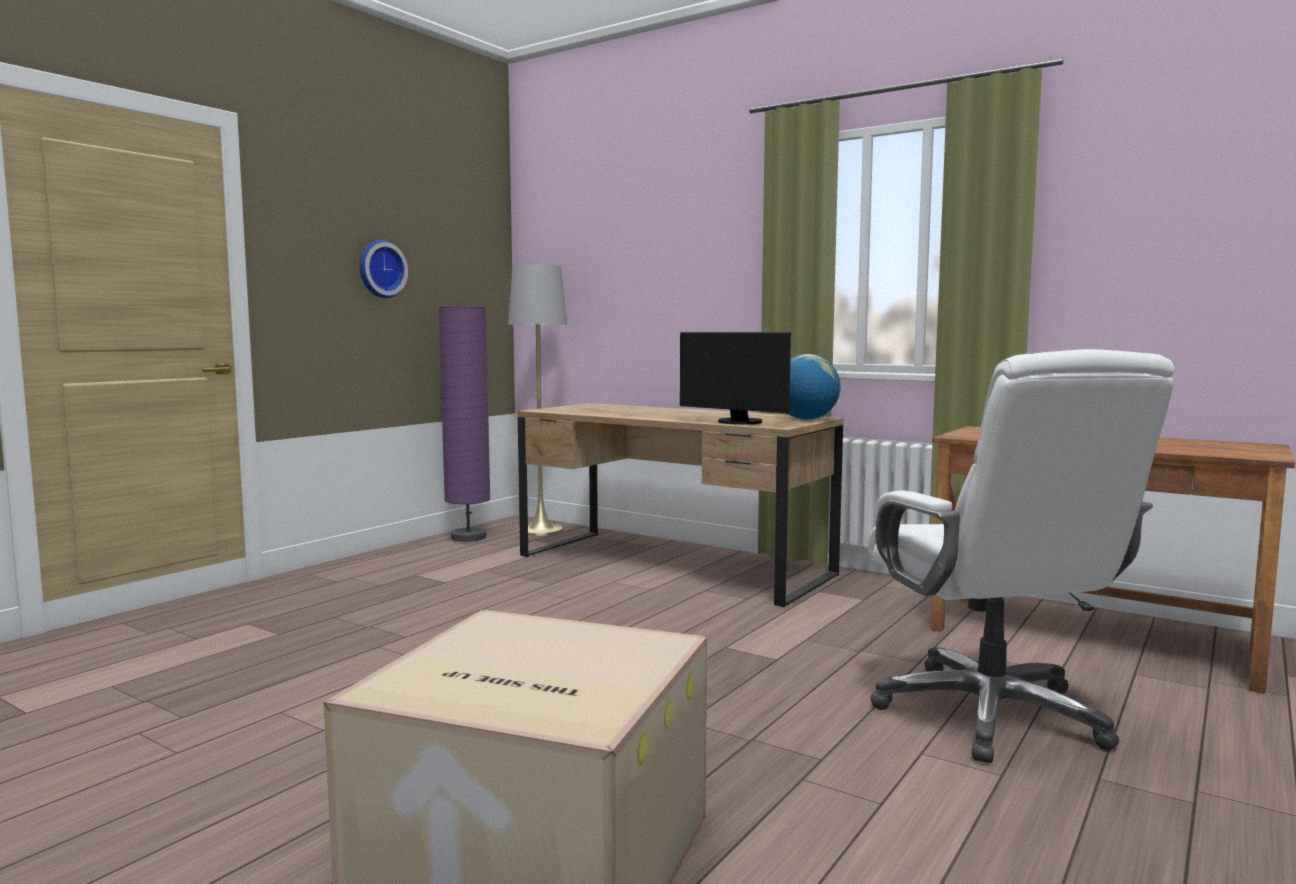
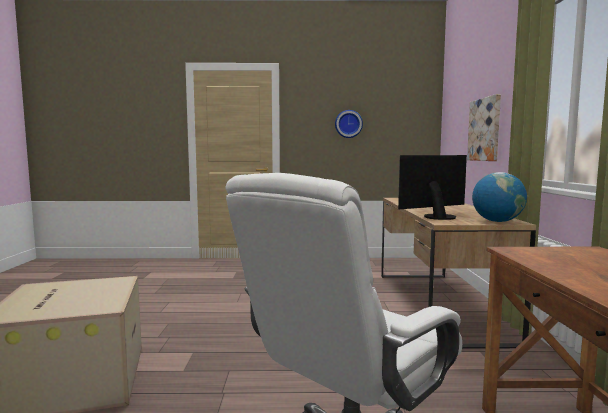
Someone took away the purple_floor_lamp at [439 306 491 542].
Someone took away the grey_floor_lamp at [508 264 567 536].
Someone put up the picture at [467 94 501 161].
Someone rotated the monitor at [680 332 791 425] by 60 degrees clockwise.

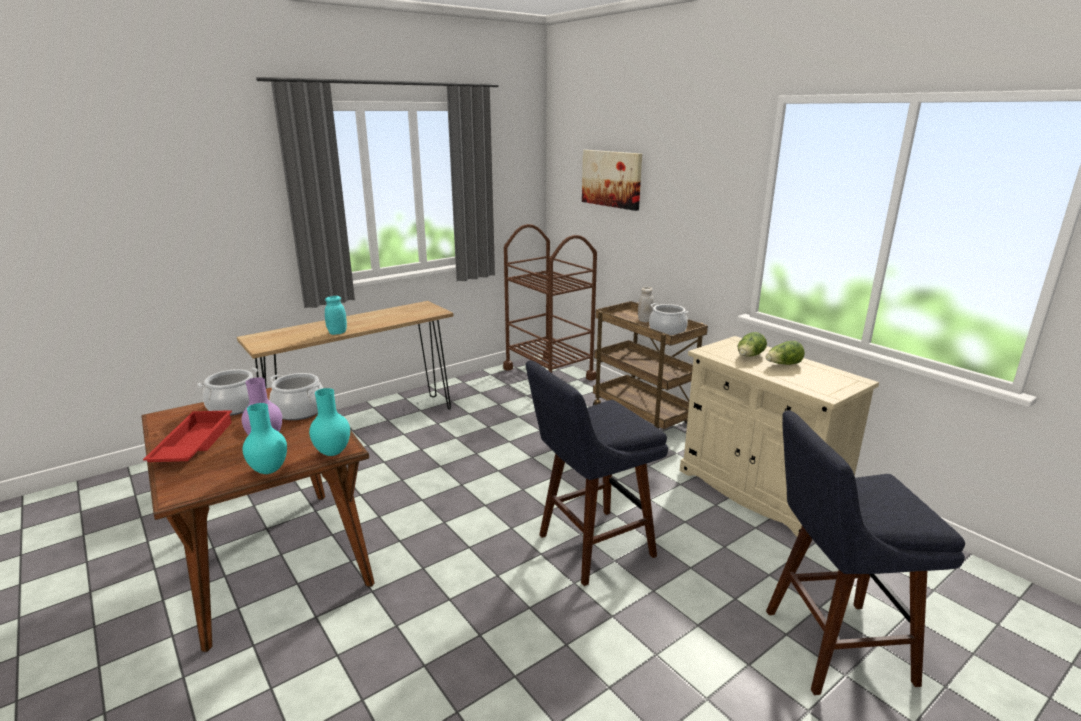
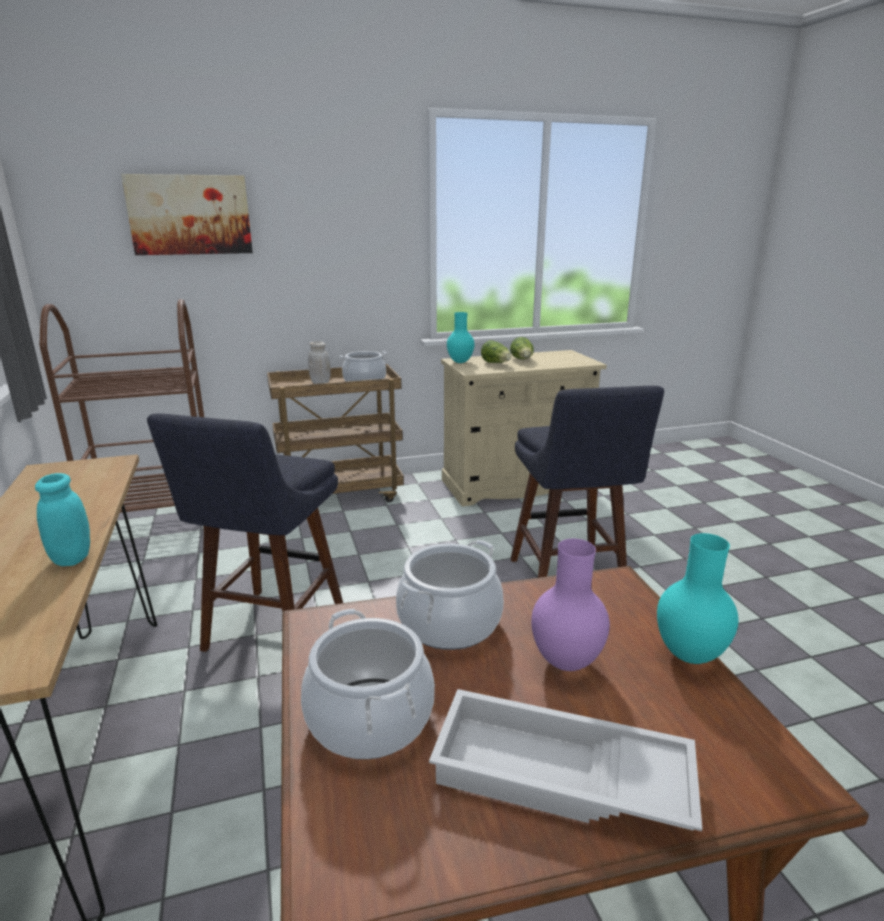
Someone carried the turquoise_vase from [309 388 350 456] to [447 312 474 363].
Someone carried the blue_stool from [766 410 965 695] to [147 413 343 652].
Someone repainted the red_tray at [143 410 232 462], which became the white_tray at [429 689 702 831].

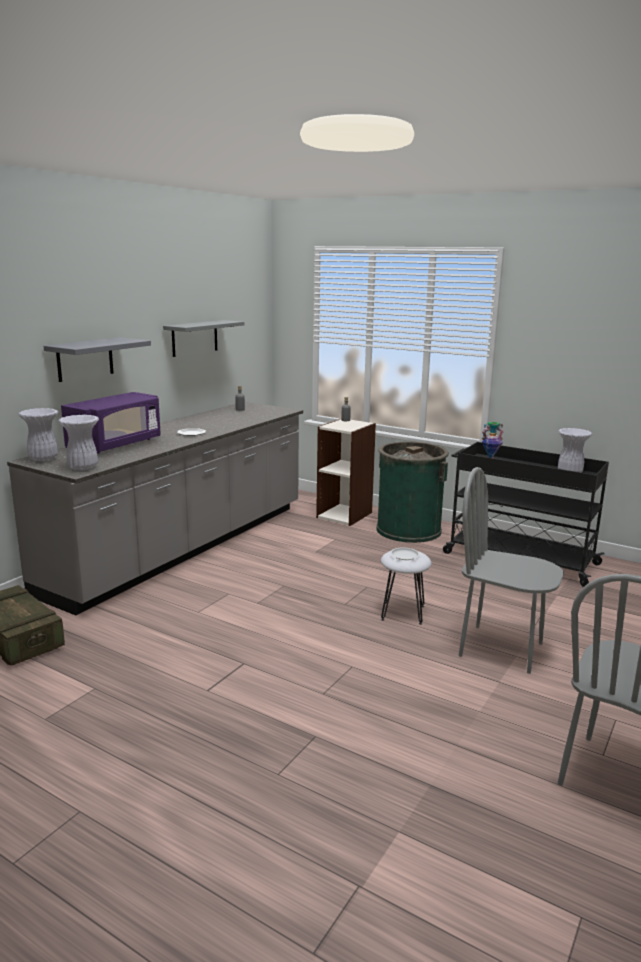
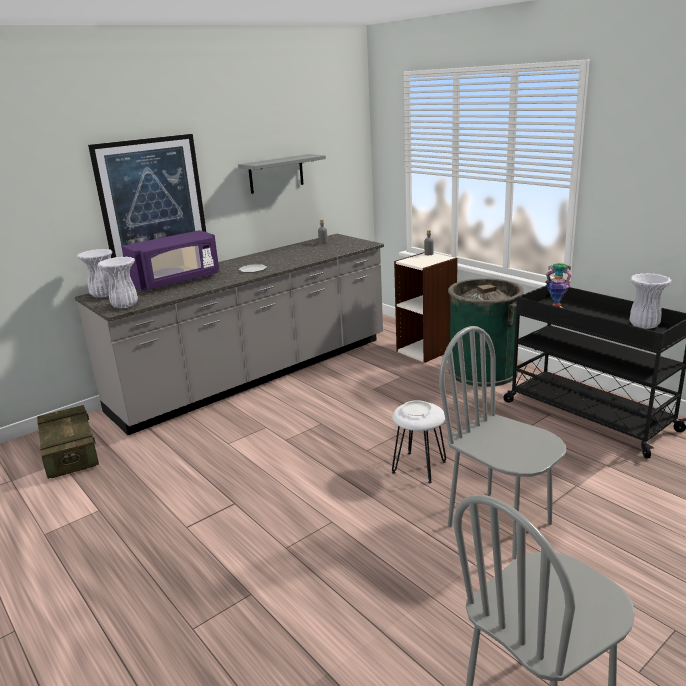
Someone swapped the grey_shelf at [43 338 151 382] for the picture at [88 134 206 258].

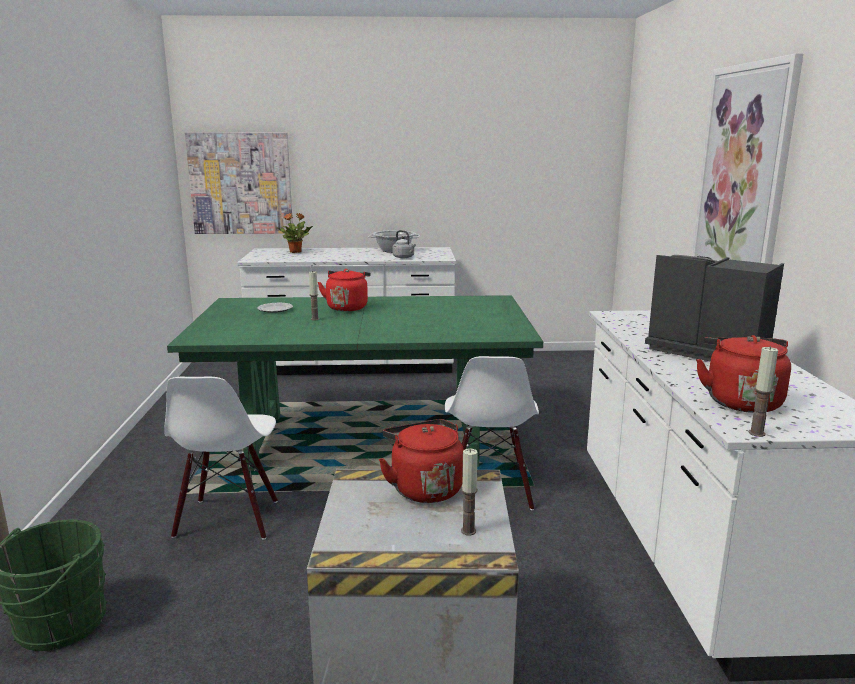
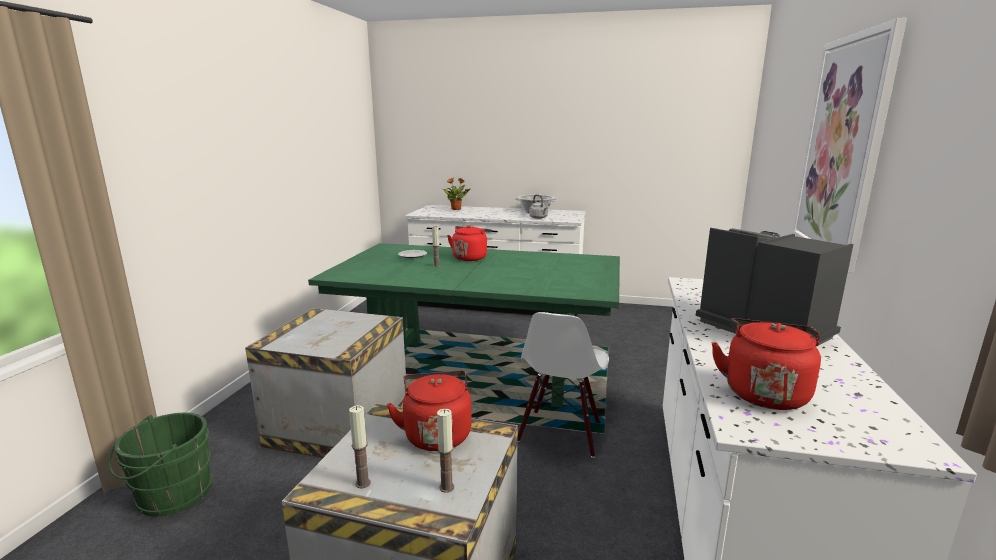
Someone took away the picture at [185 132 293 234].
Someone carried the candle from [749 346 778 437] to [349 405 371 488].
Someone swapped the white_chair at [164 377 278 540] for the crate at [245 308 407 459].

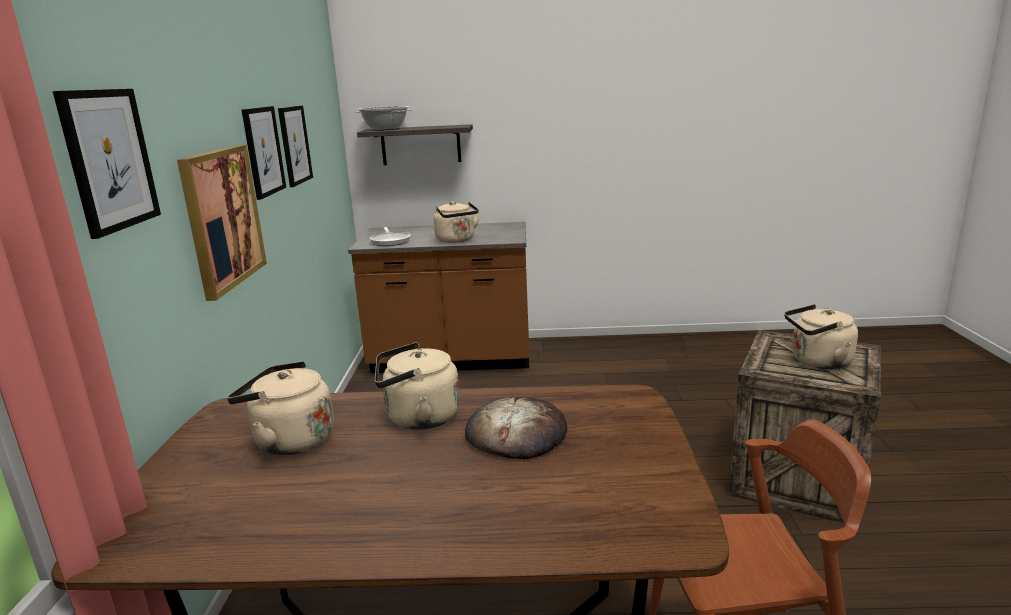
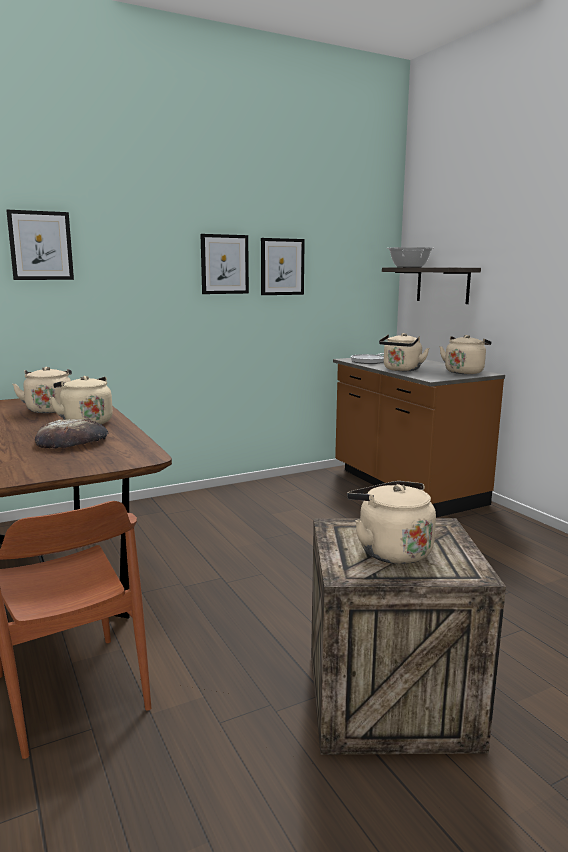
Someone took away the picture at [177 145 267 301].
Someone put down the beige_kettle at [439 335 491 374].

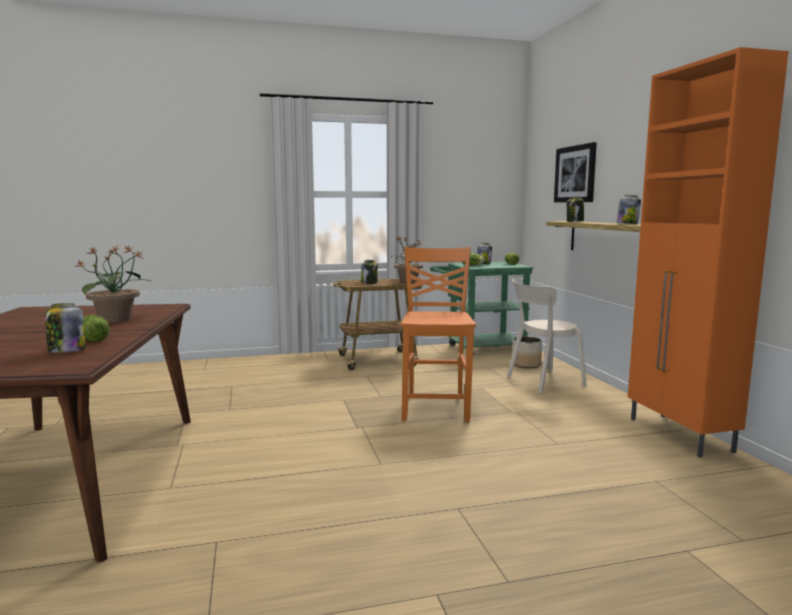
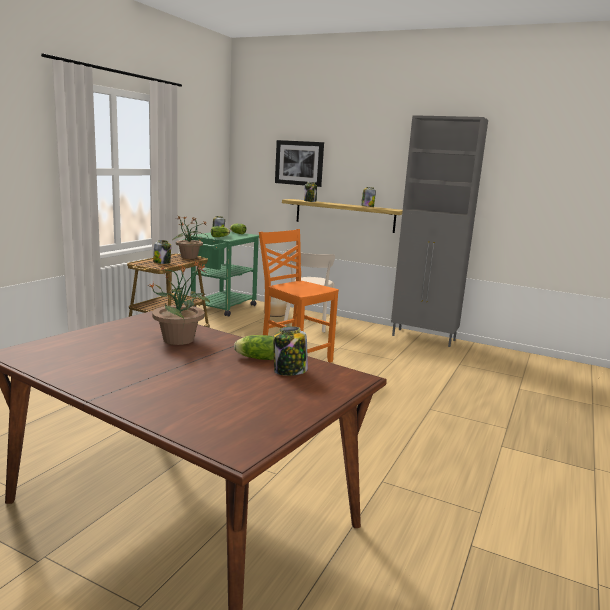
Someone repainted the orange_cabinet at [628 47 789 457], which became the grey_cabinet at [391 115 488 347].

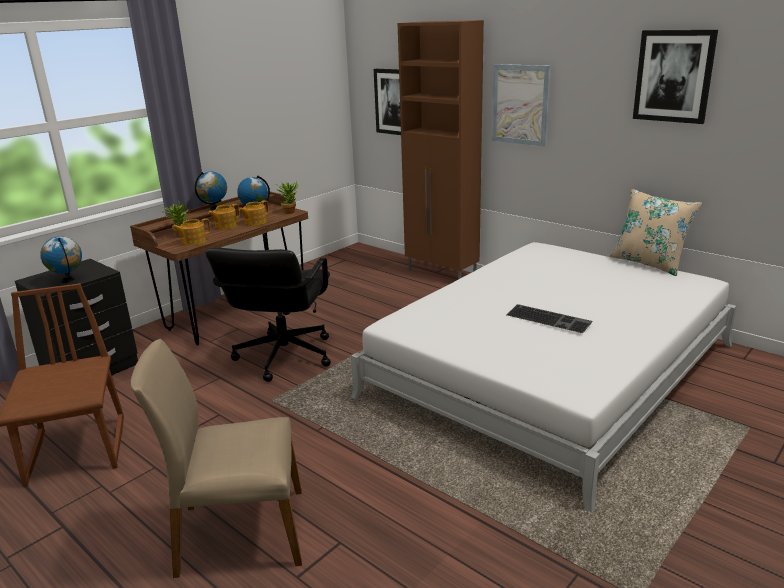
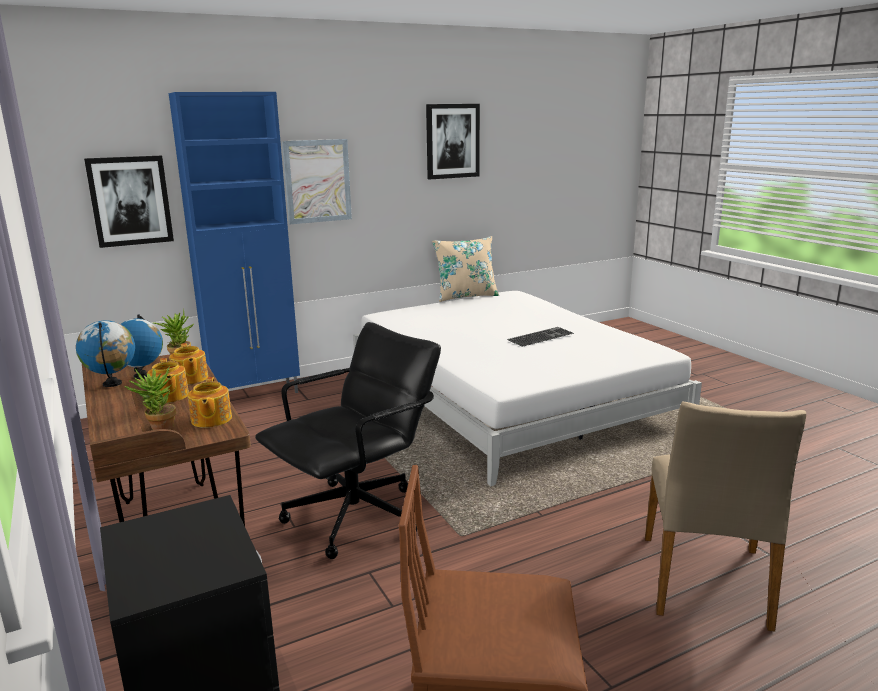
Someone took away the globe at [40 236 82 283].
Someone repainted the brown_cabinet at [398 20 484 279], which became the blue_cabinet at [169 92 300 393].
Someone rotated the black_office_chair at [205 248 331 382] by 75 degrees counterclockwise.

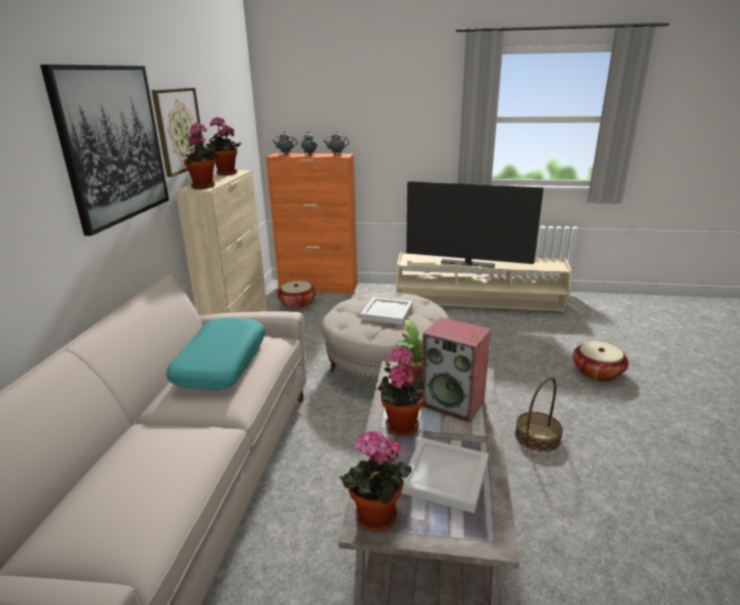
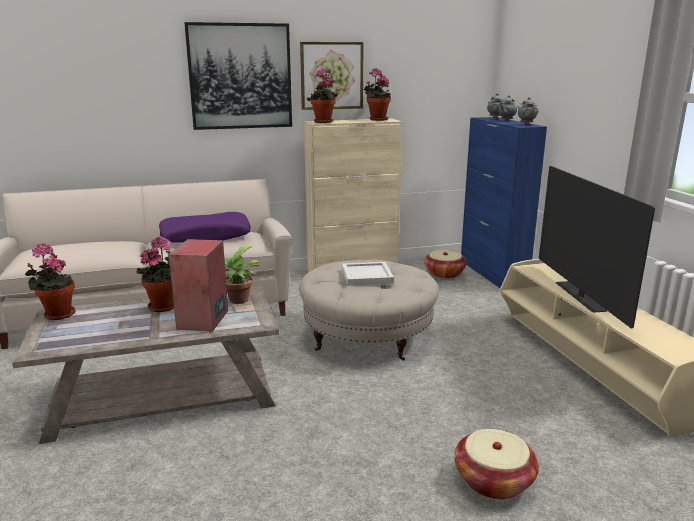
Someone took away the white_tray at [401 438 489 514].
Someone took away the basket at [515 377 563 452].
Someone repainted the turquoise_pillow at [166 317 266 390], which became the purple_pillow at [159 212 251 242].
Someone repainted the orange_cabinet at [266 153 358 293], which became the blue_cabinet at [461 117 547 288].

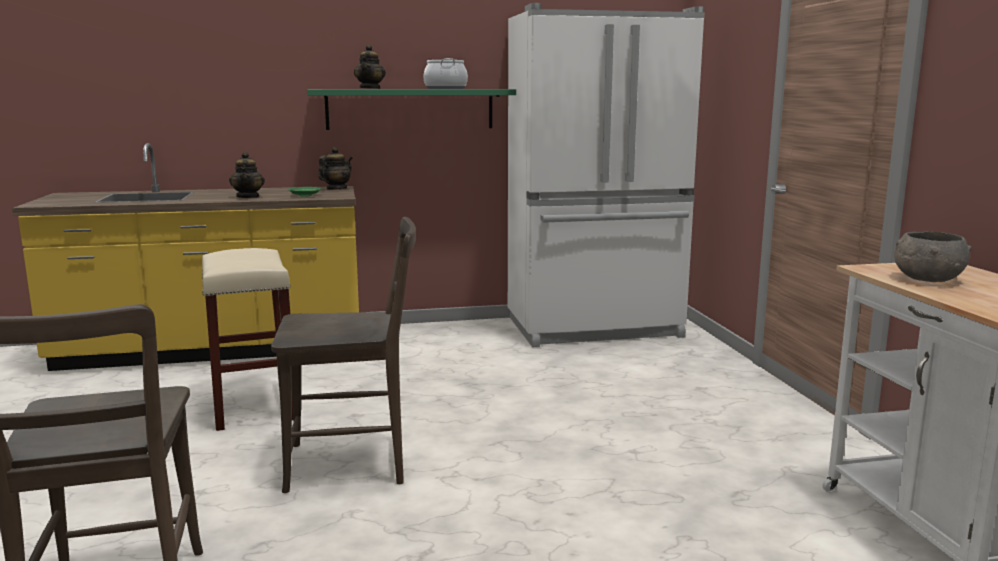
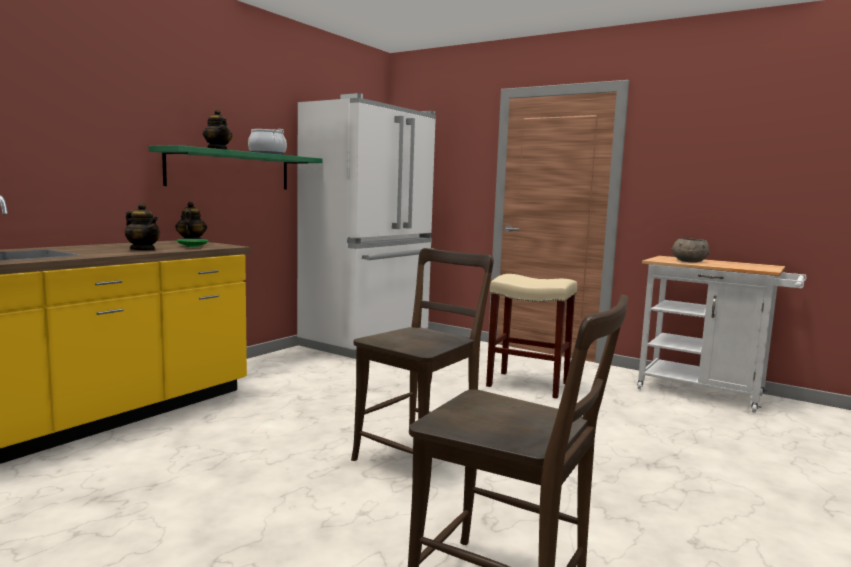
Someone carried the beige_stool from [202 248 293 431] to [486 274 577 399].

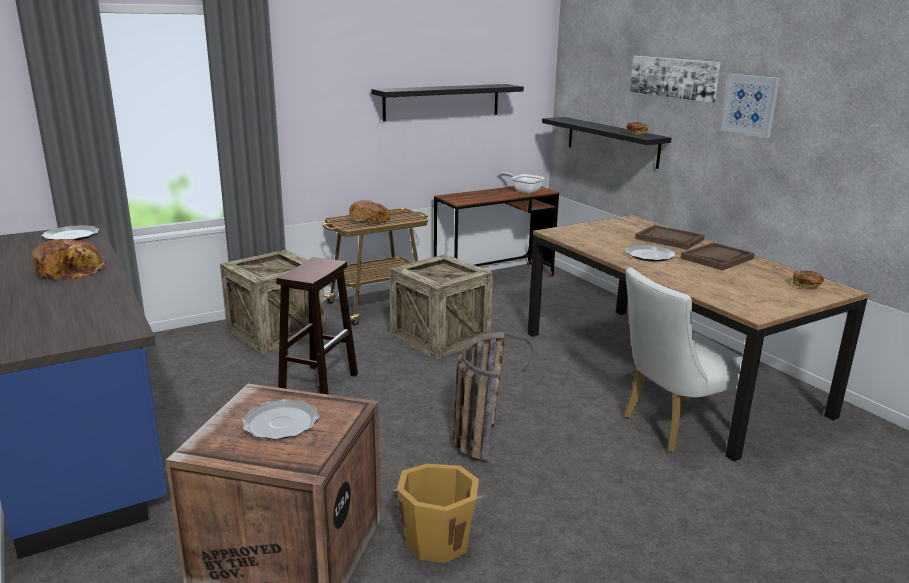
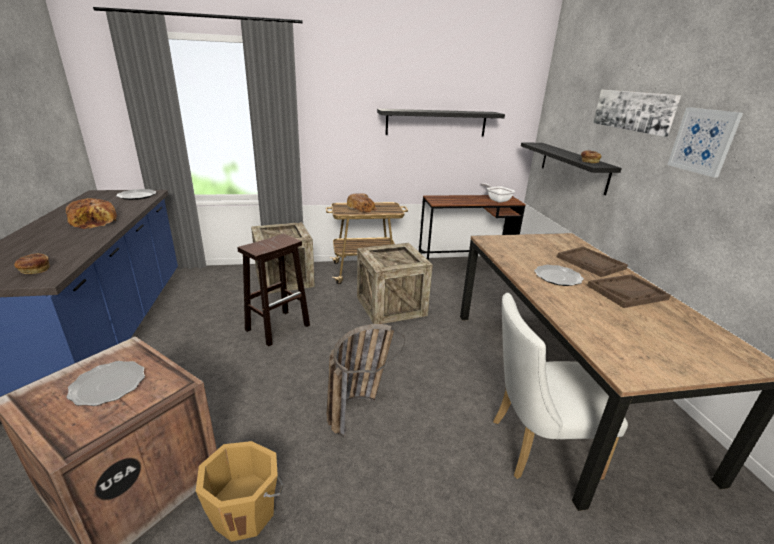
Someone carried the bread from [793 271 824 290] to [14 253 50 274].

